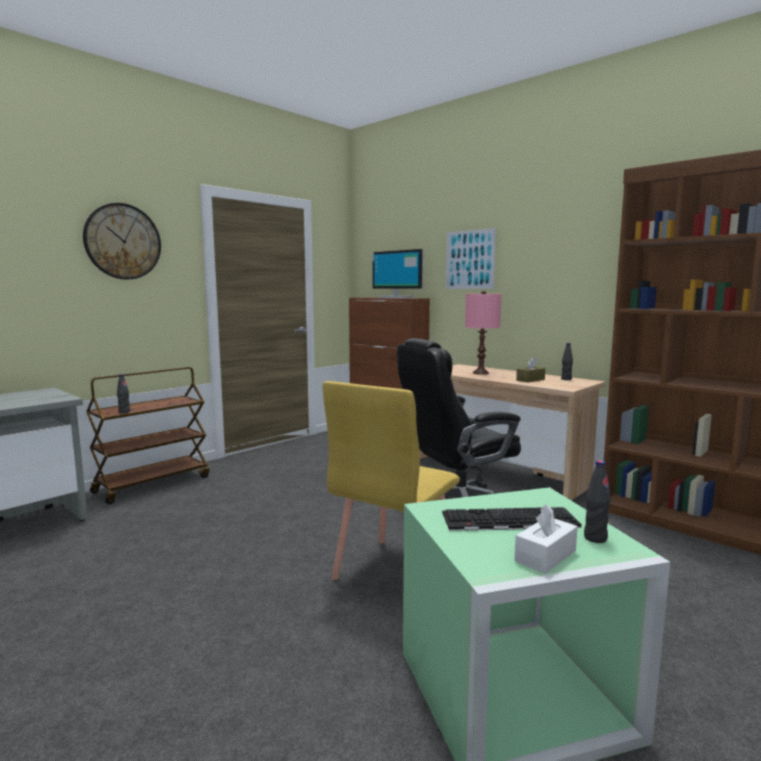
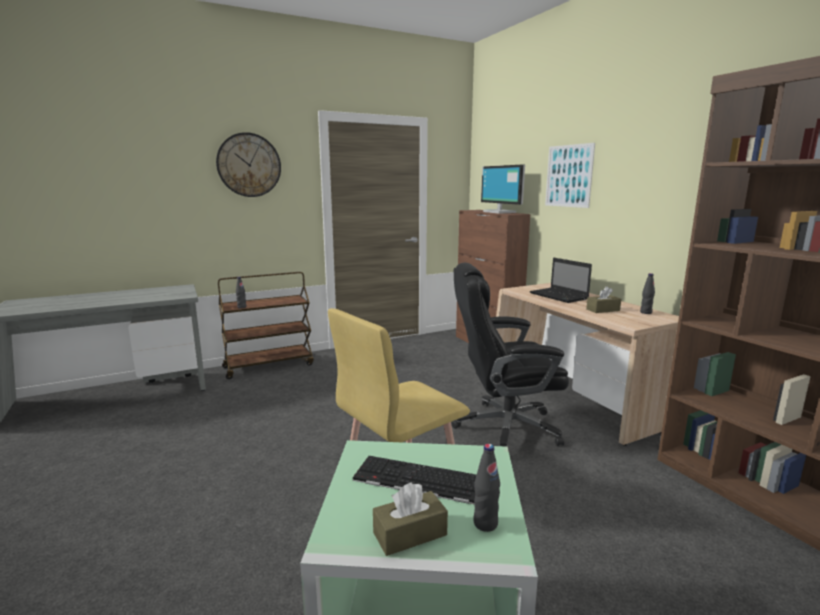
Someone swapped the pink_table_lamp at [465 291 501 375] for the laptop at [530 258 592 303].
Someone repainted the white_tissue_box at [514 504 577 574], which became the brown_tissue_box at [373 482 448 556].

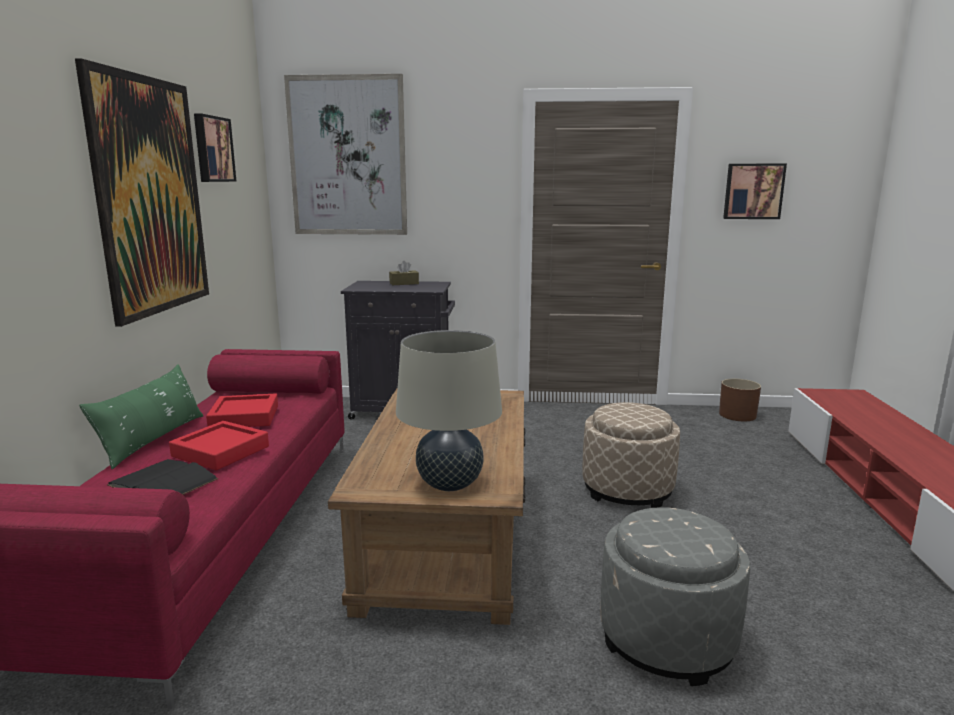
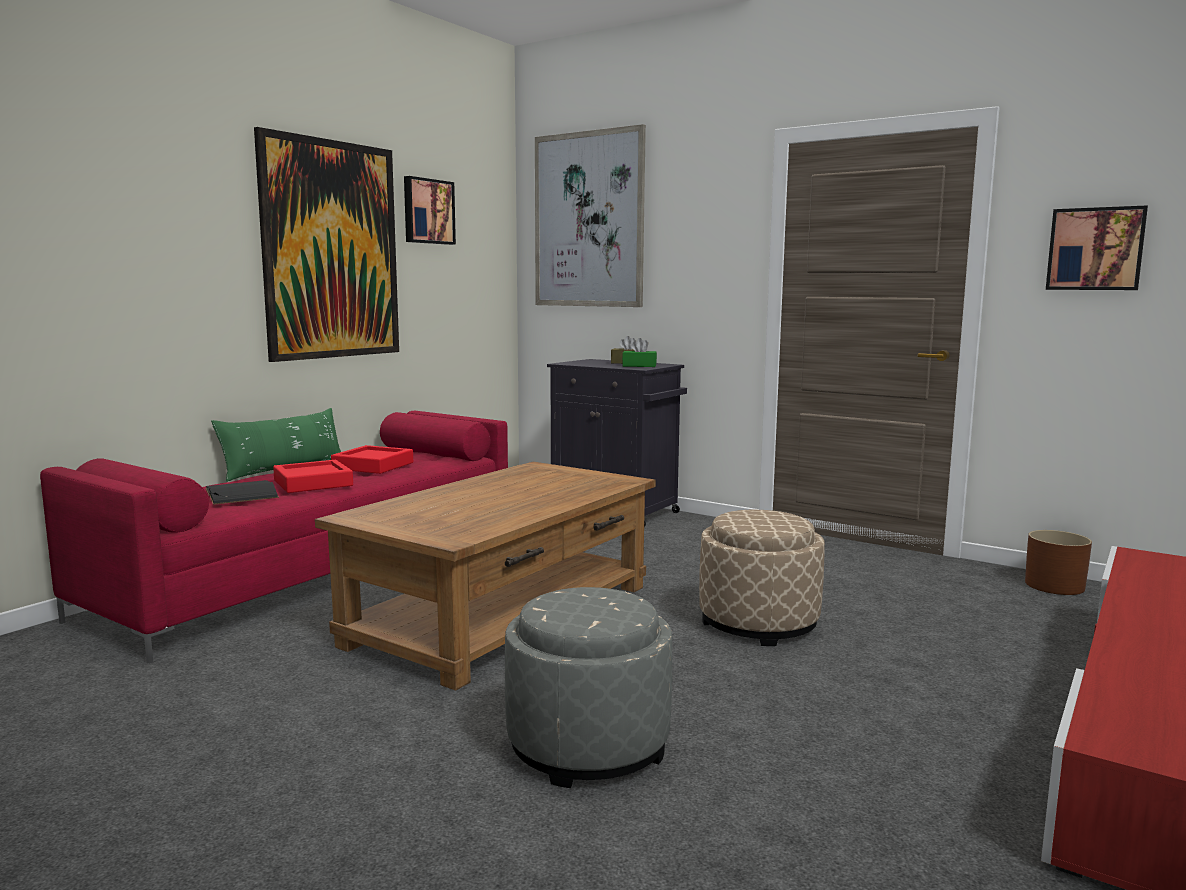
Someone took away the beige_table_lamp at [396 330 502 491].
Someone put down the green_tissue_box at [622 338 657 367].

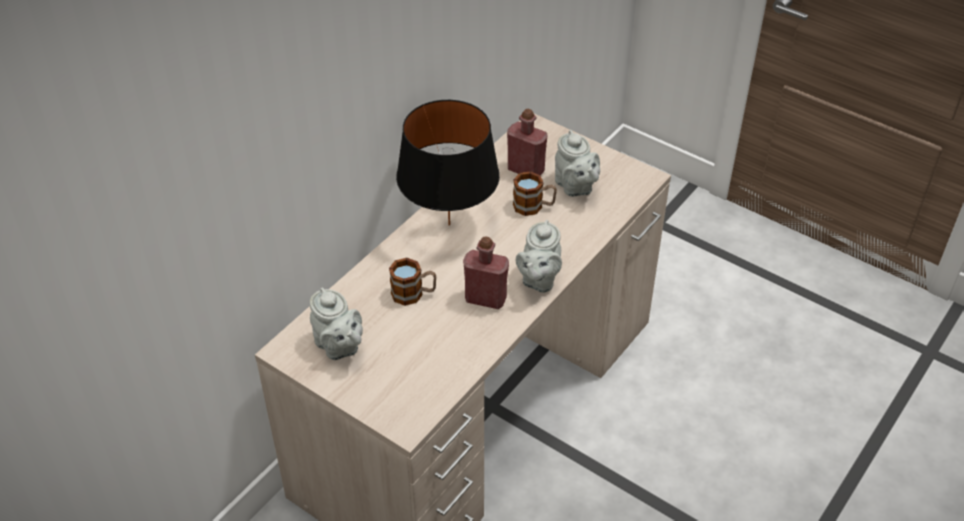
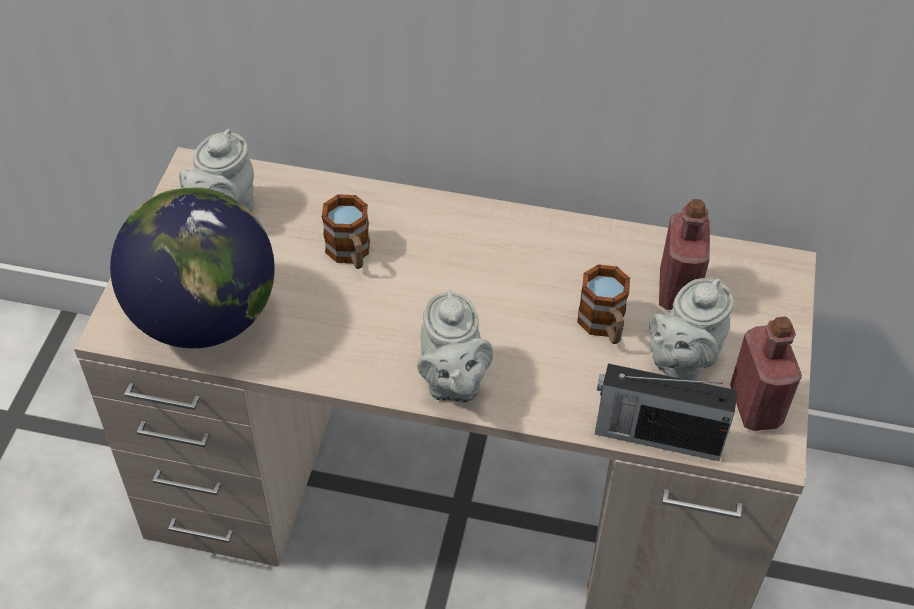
Someone took away the black_table_lamp at [396 100 500 226].
Someone put down the globe at [110 187 275 348].
Someone put down the radio at [595 363 738 461].
Someone carried the red_bottle from [463 236 509 309] to [730 316 802 431].
Someone rotated the grey_teapot at [516 220 562 293] by 90 degrees counterclockwise.

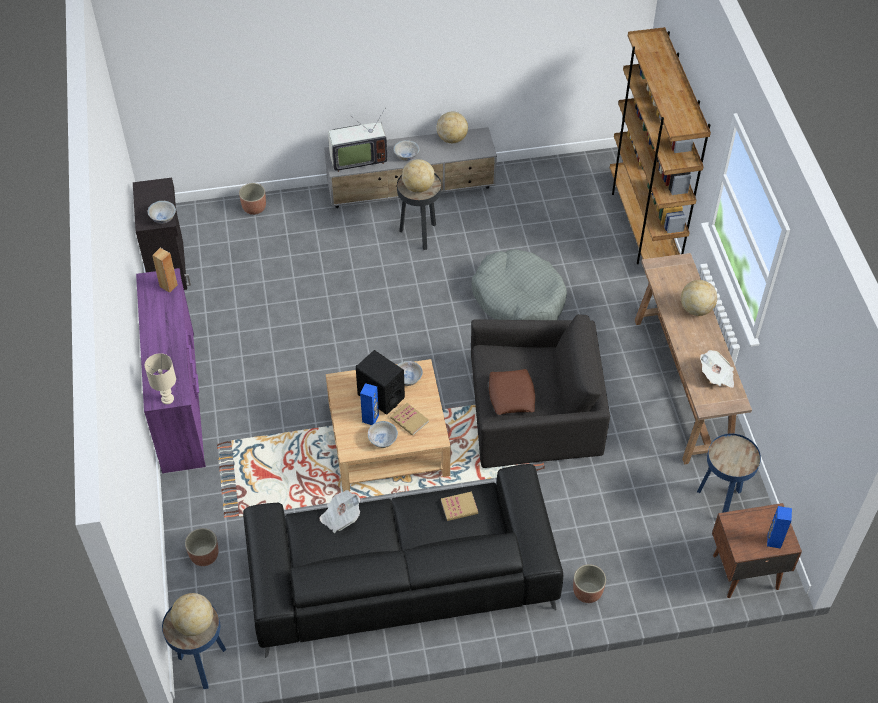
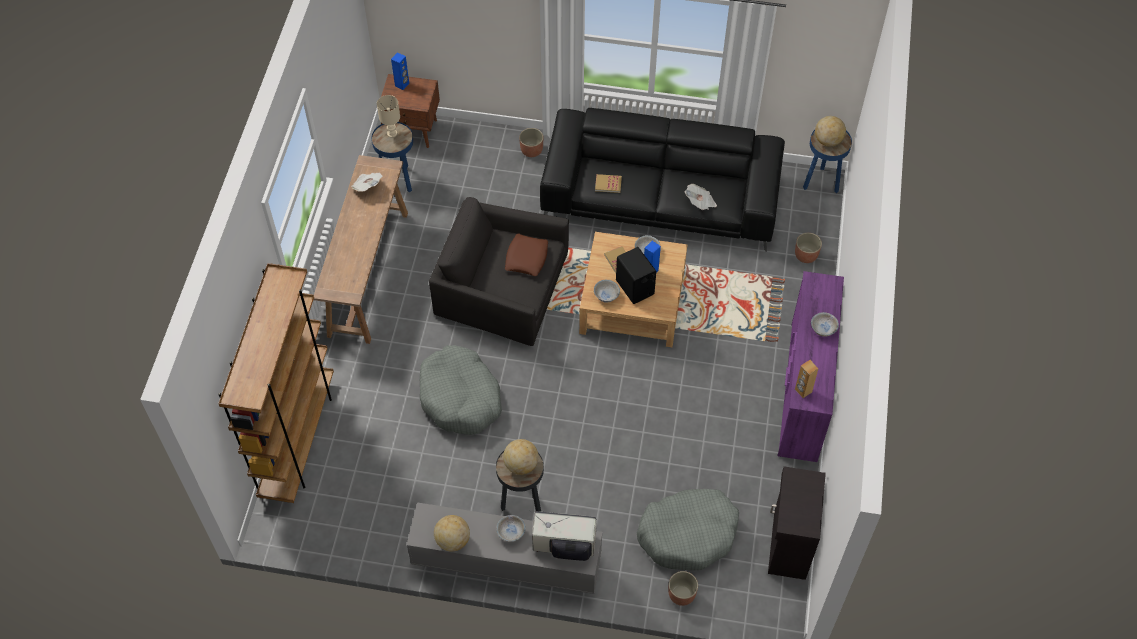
Someone took away the globe at [681 280 717 316].
Someone put down the grey_dog_bed at [637 489 739 571].
Someone carried the beige_table_lamp from [145 353 176 404] to [377 95 400 138].
Someone carried the white_bowl from [148 201 176 224] to [811 312 839 337].

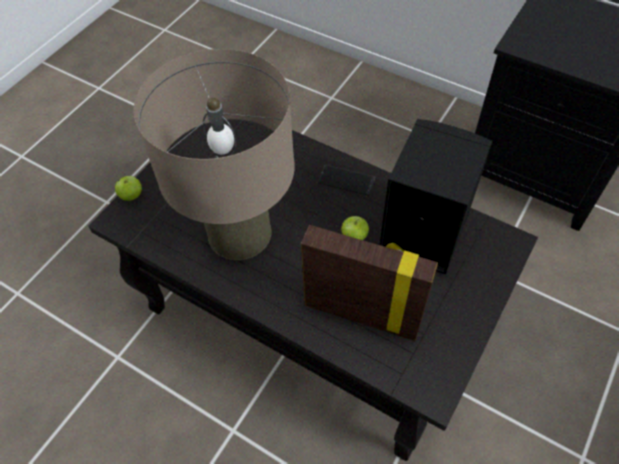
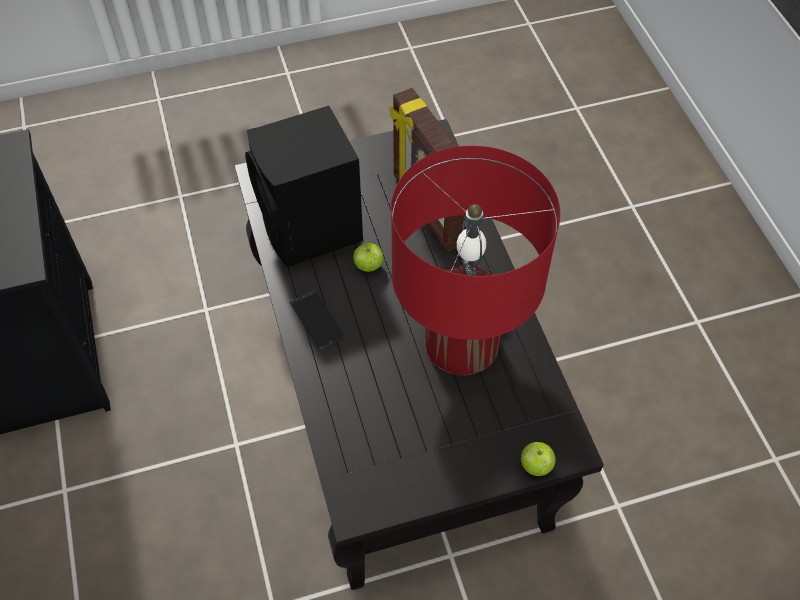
Someone repainted the beige_table_lamp at [134 49 295 260], which became the red_table_lamp at [391 146 560 376].

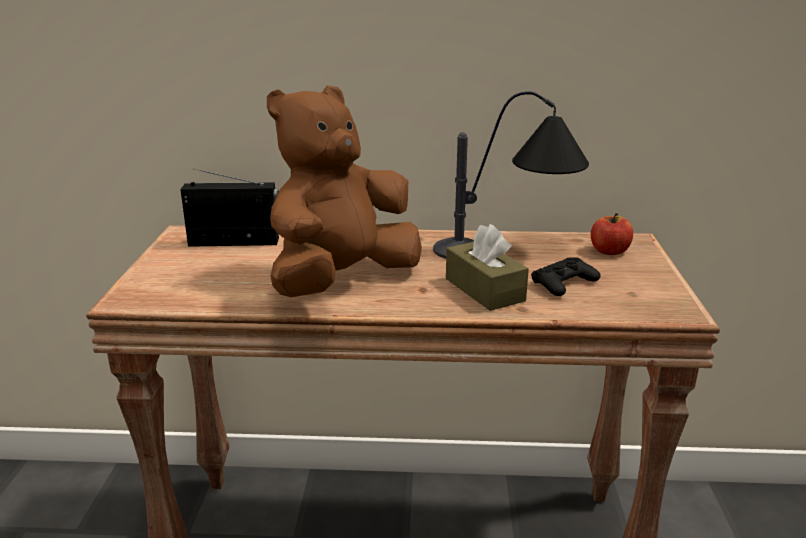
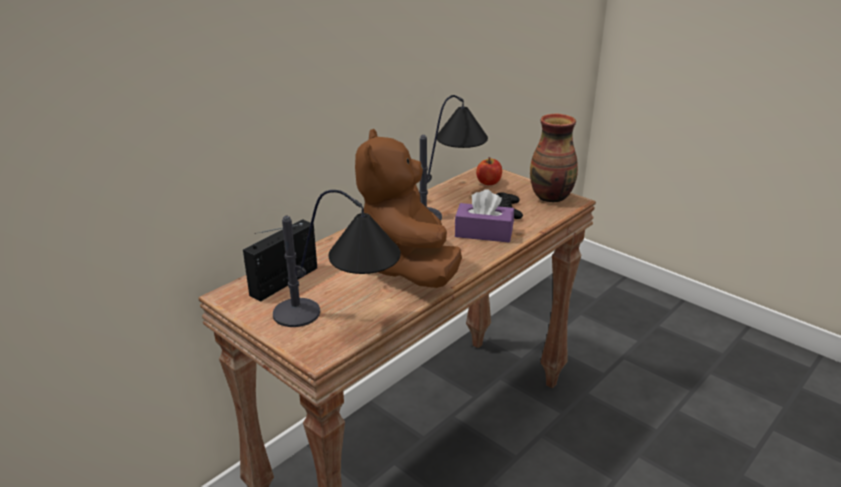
Someone put down the table_lamp at [273 190 401 327].
Someone put down the vase at [530 114 578 202].
Someone repainted the brown_tissue_box at [446 224 529 311], which became the purple_tissue_box at [455 189 514 242].

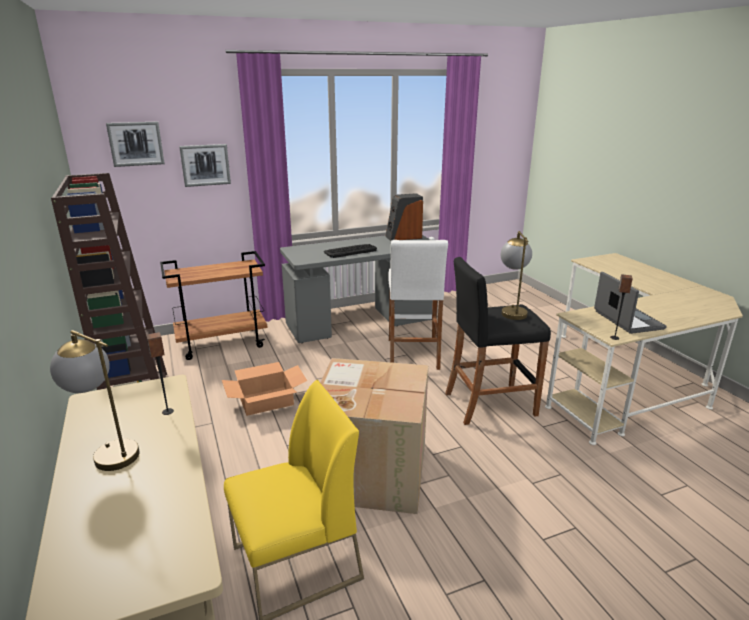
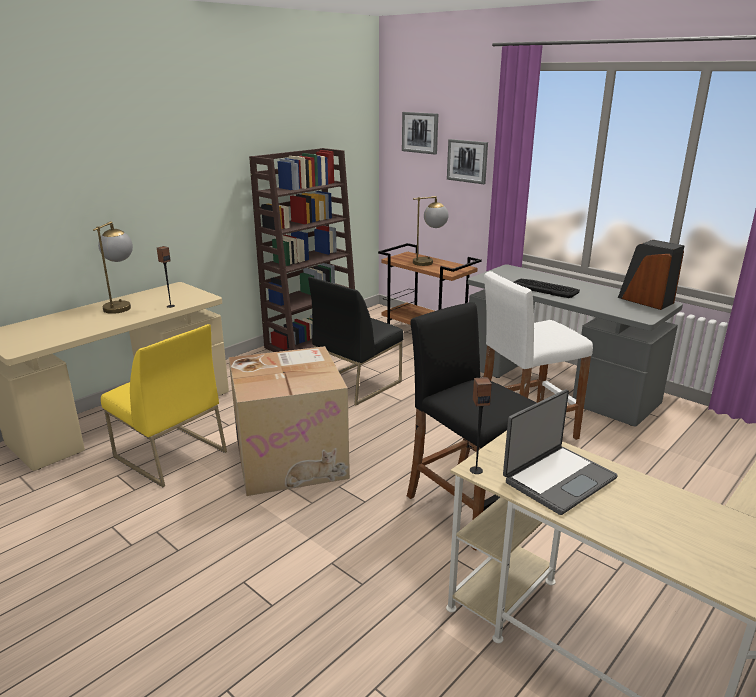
Someone carried the table_lamp from [501 231 532 320] to [413 196 449 266].
Someone swapped the cardboard_box at [222 362 307 416] for the black_chair at [308 277 404 405].

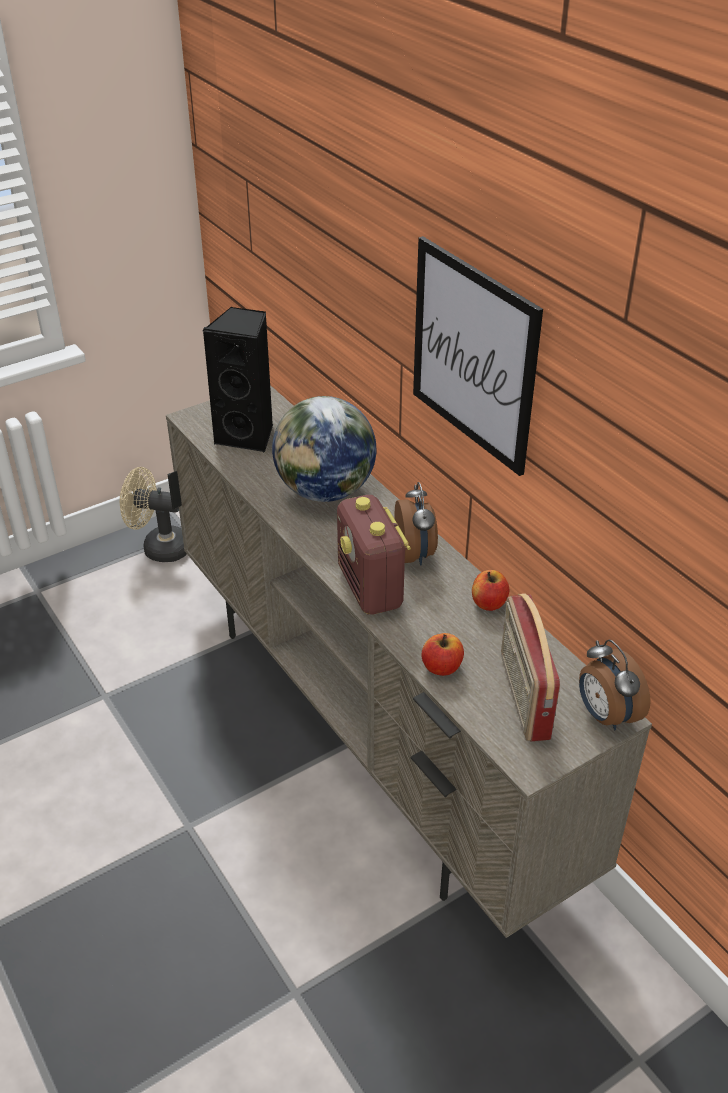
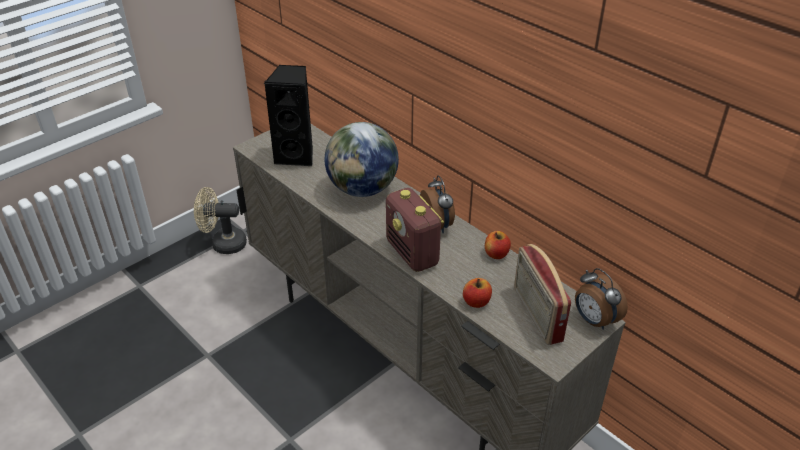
Someone took away the picture at [413 236 543 476].

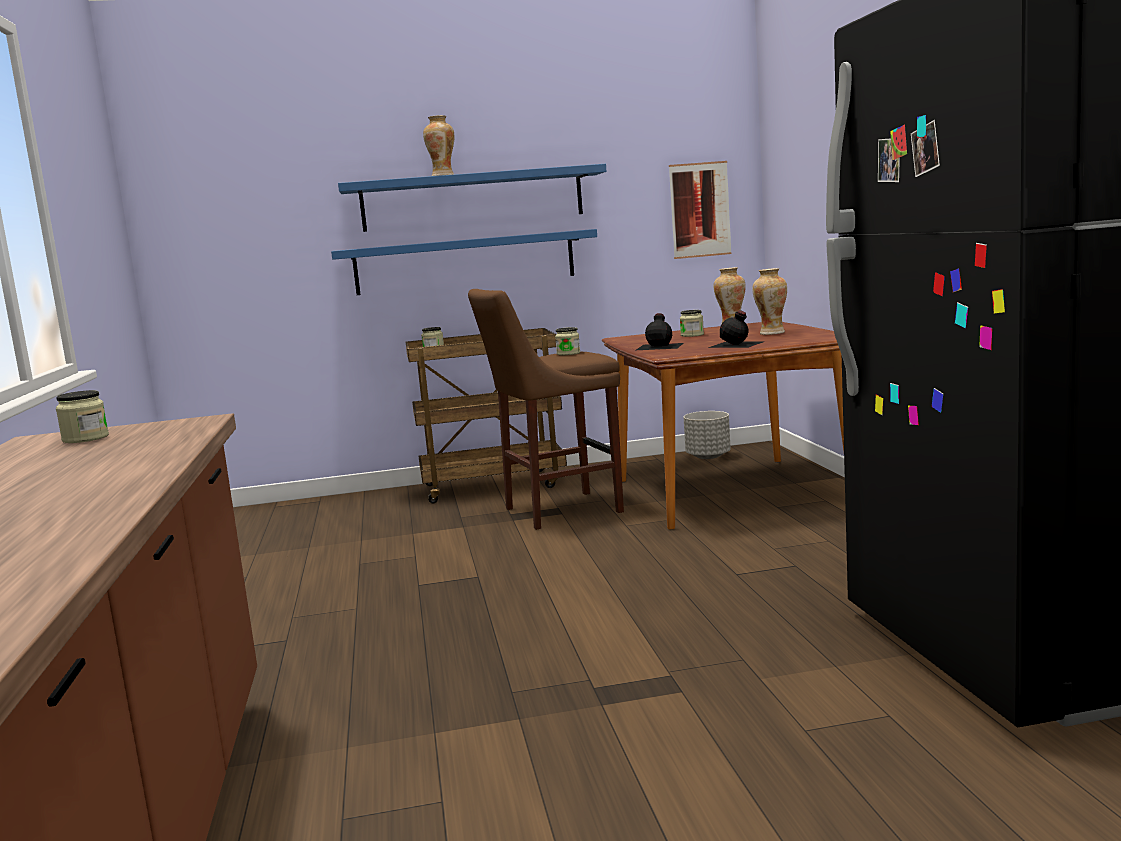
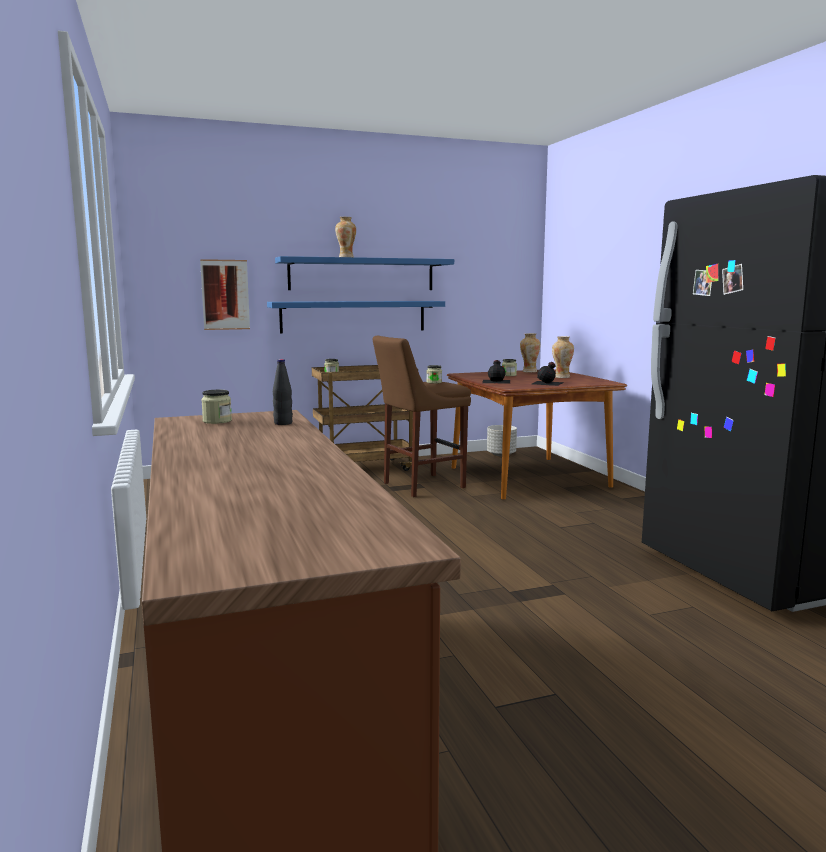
Someone put down the black_bottle at [273 359 293 425].
Someone carried the picture from [669 161 732 259] to [200 259 250 330].

